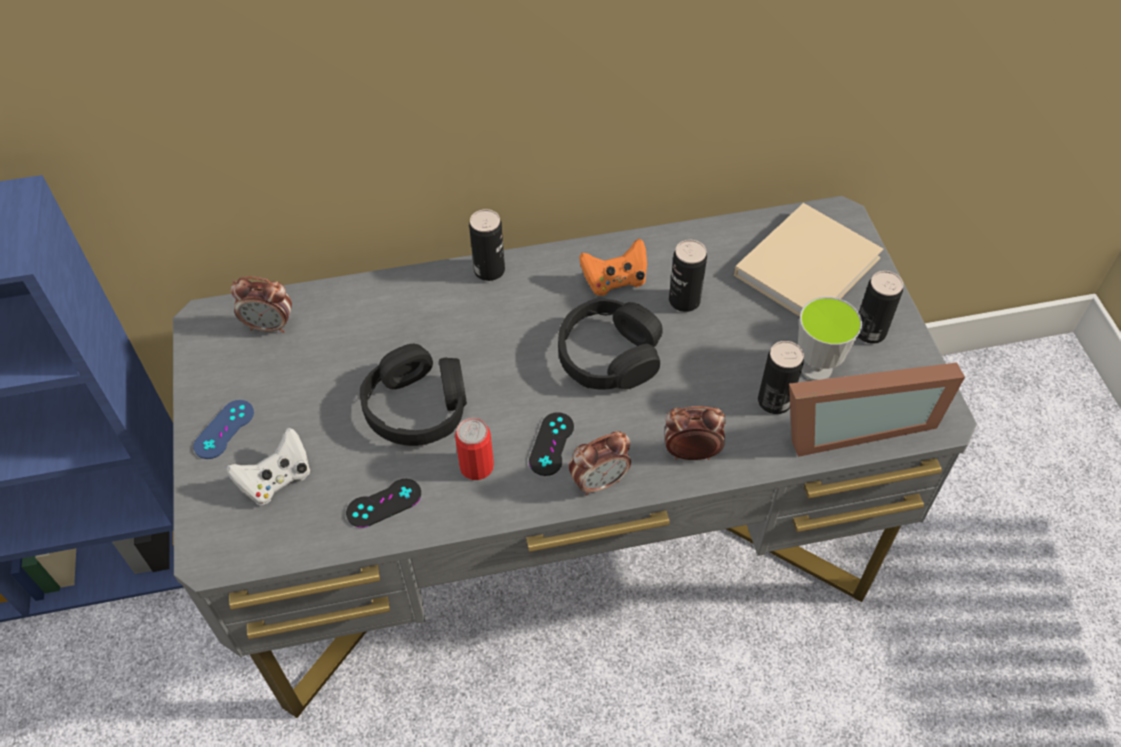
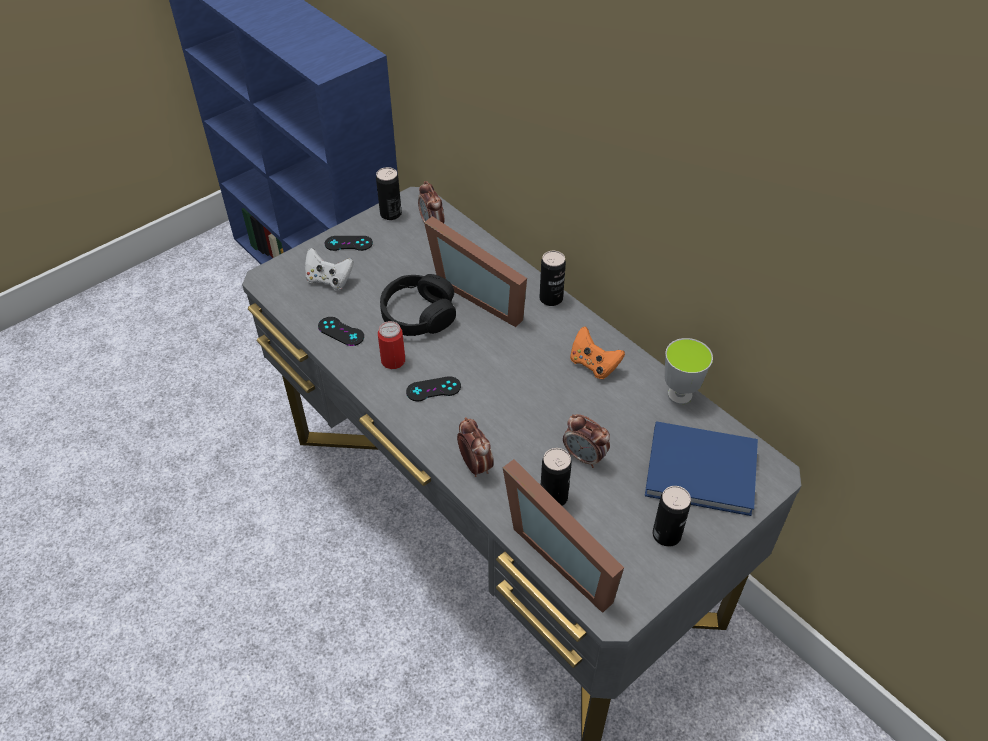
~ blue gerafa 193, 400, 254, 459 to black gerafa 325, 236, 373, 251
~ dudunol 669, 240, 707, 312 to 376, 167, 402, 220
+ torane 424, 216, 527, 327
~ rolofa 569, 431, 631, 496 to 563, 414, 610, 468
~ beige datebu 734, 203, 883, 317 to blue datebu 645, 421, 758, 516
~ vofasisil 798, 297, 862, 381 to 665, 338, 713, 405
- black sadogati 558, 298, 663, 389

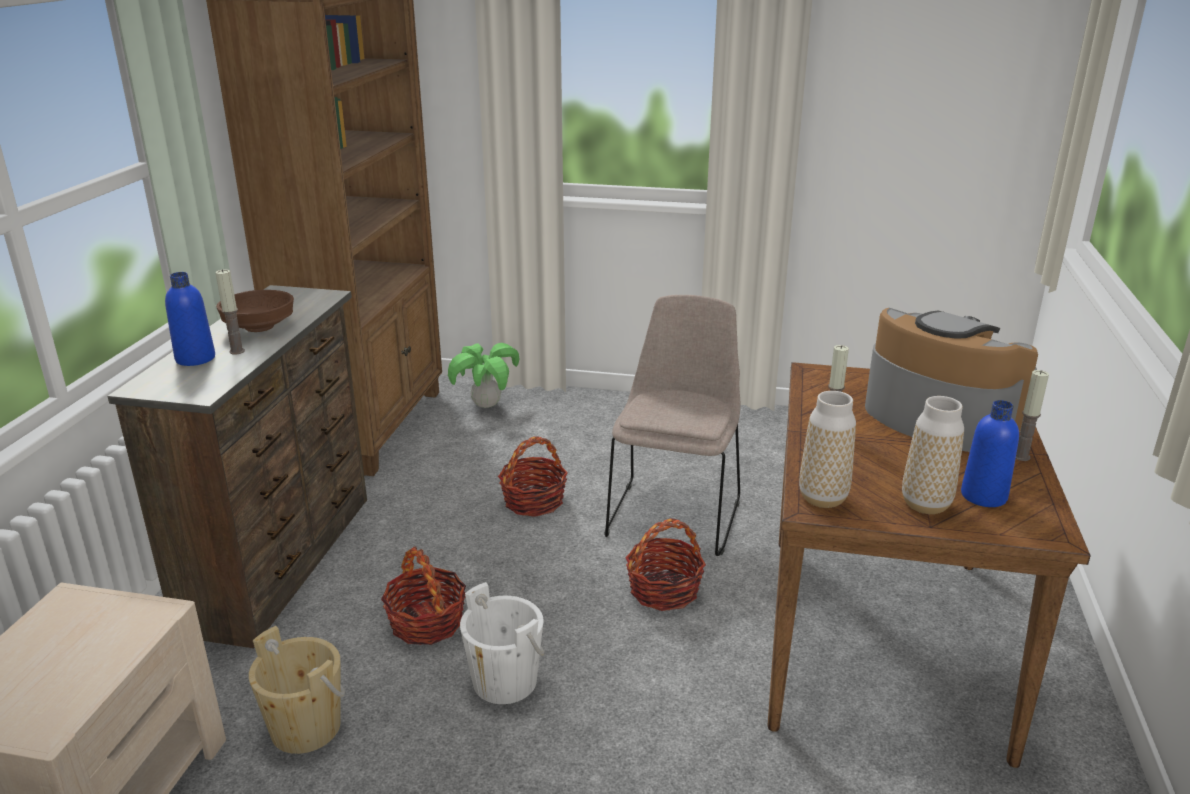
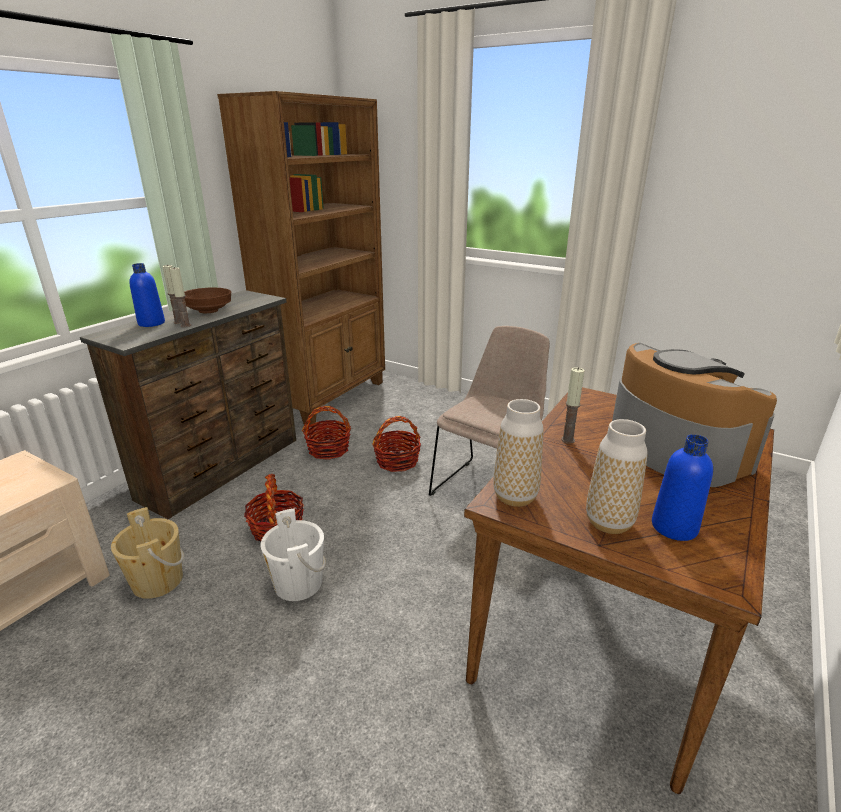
~ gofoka 1016, 370, 1049, 461 to 169, 267, 191, 327
~ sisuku 625, 518, 706, 611 to 302, 406, 351, 460
- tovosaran 448, 343, 520, 408

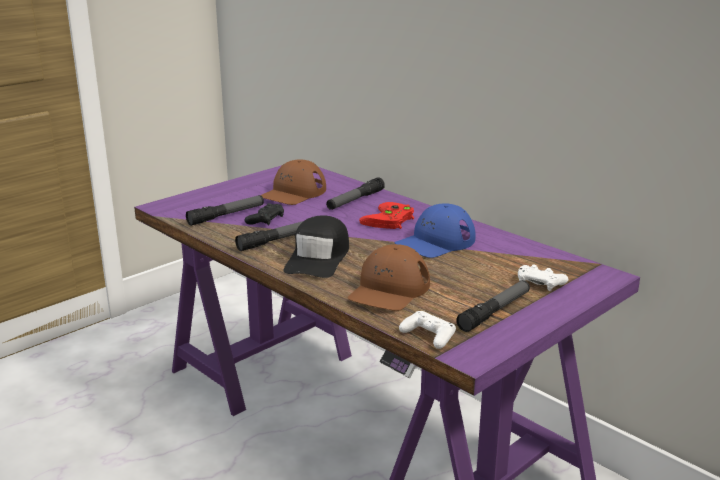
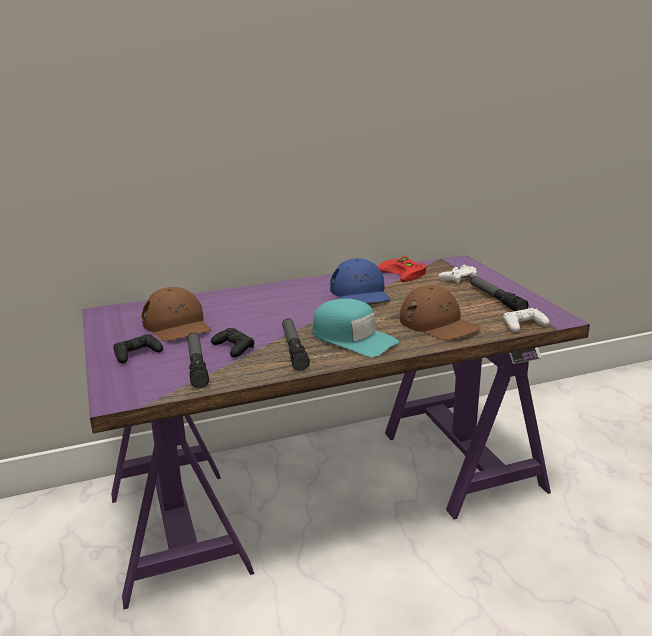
+ black gerafa 114, 334, 163, 364
~ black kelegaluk 284, 215, 349, 278 to turquoise kelegaluk 312, 298, 399, 357
~ red gerafa 359, 202, 414, 229 to 378, 256, 427, 282
- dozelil 326, 177, 385, 210

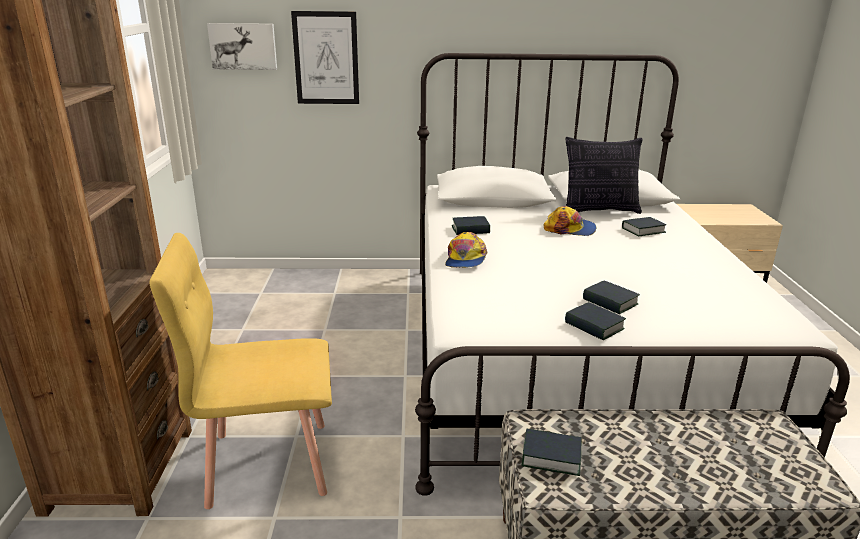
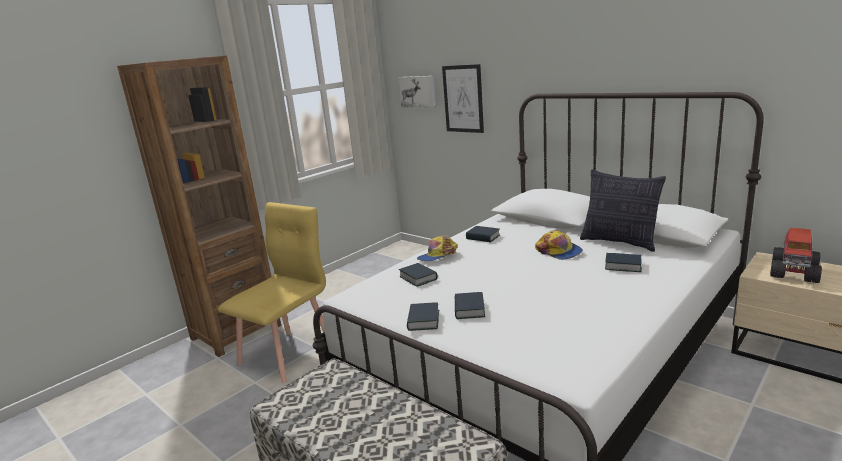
~ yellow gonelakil 149, 233, 332, 509 = 218, 202, 326, 383 90 degrees clockwise
~ datebu 522, 428, 582, 476 to 399, 263, 437, 287
+ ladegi 770, 228, 822, 283

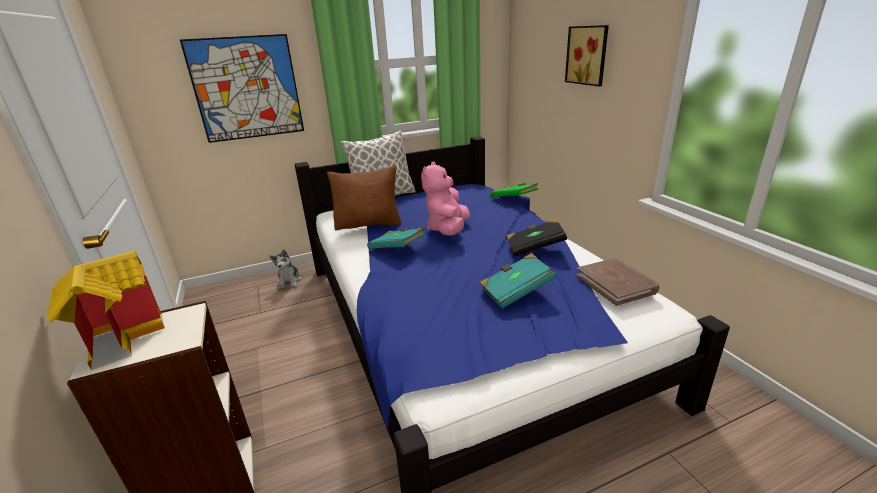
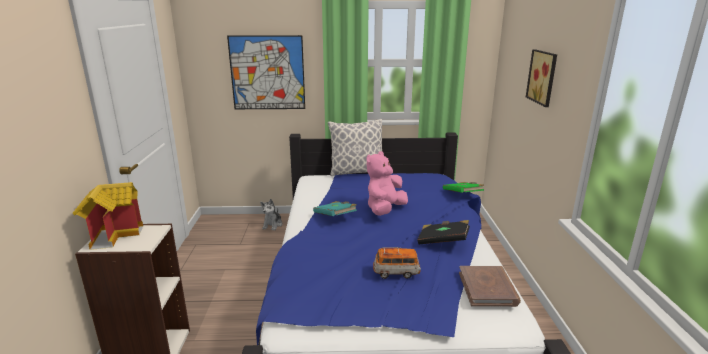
~ turquoise datebu 479, 253, 557, 309 to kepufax 373, 247, 421, 279
- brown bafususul 327, 165, 401, 231

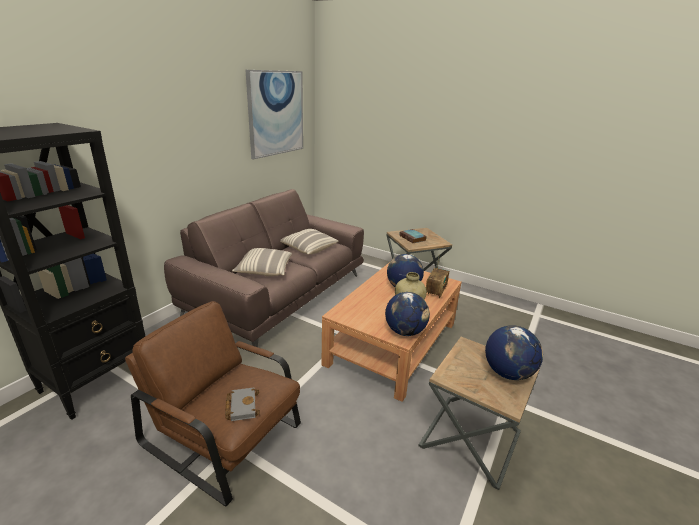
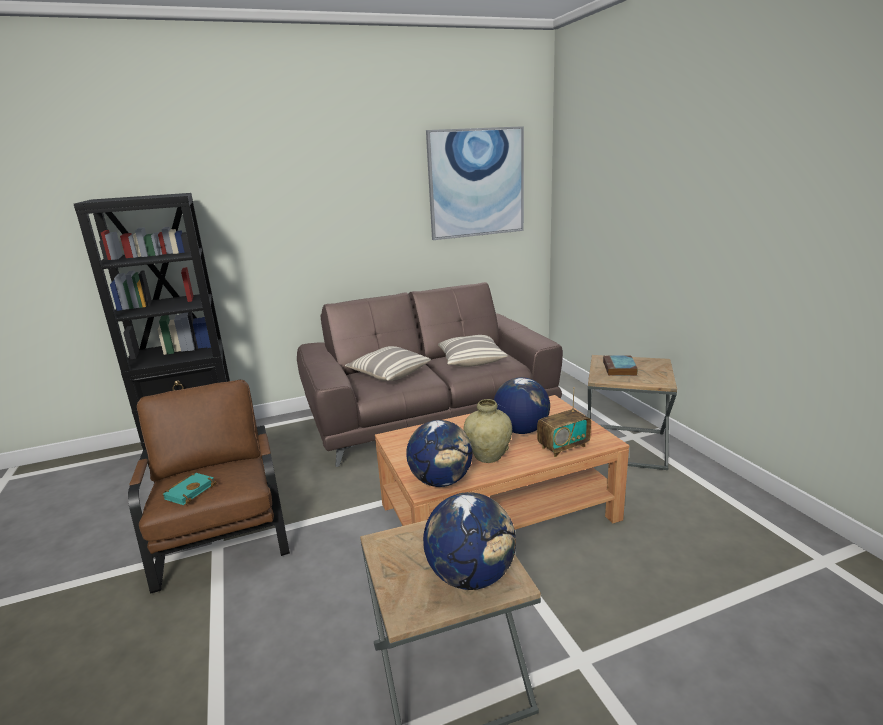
~ grey datebu 225, 387, 260, 421 to turquoise datebu 162, 473, 217, 505

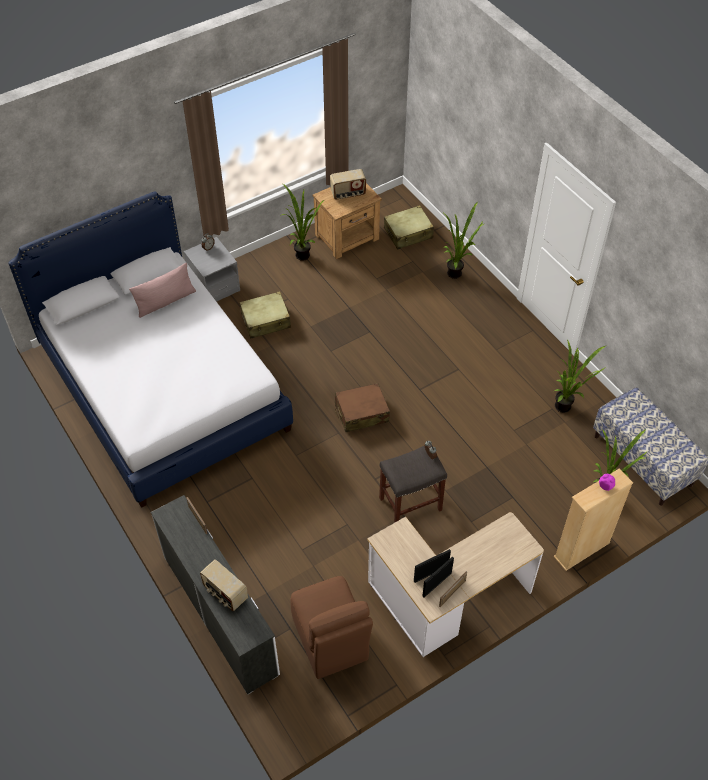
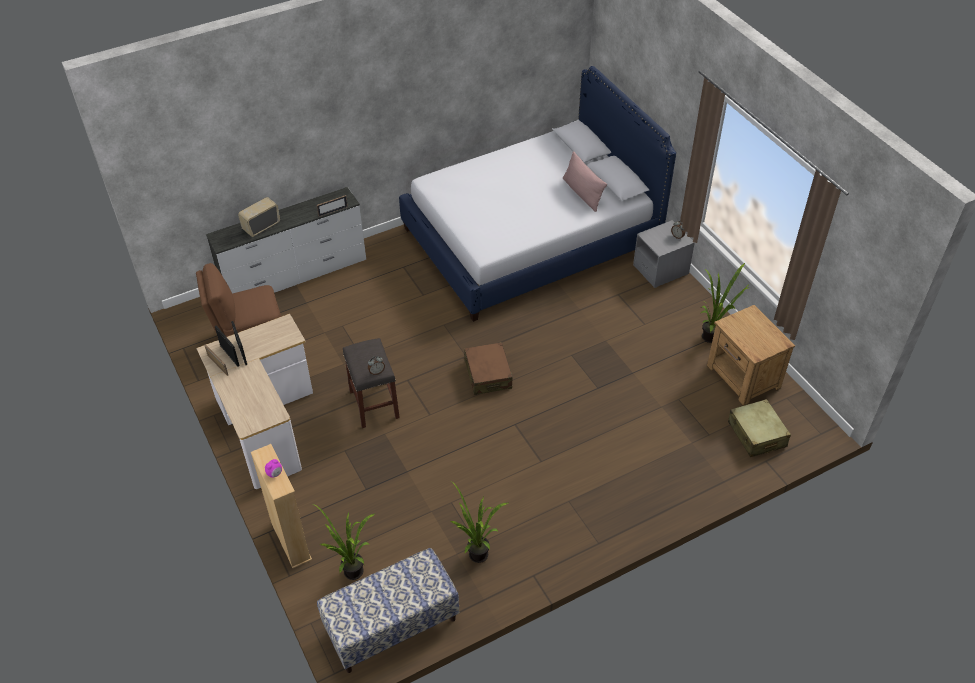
- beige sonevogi 240, 291, 291, 338
- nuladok 330, 169, 366, 200
- tovosaran 442, 202, 484, 279

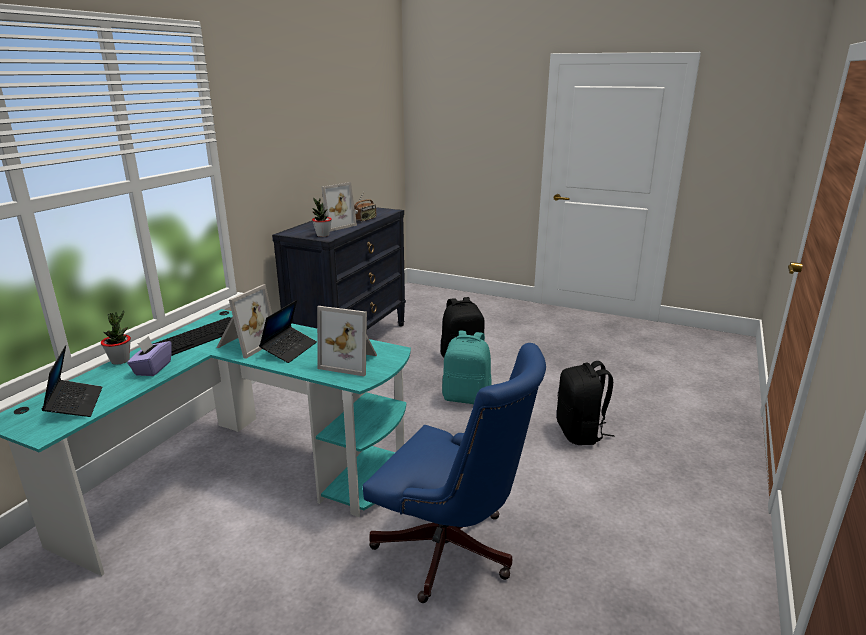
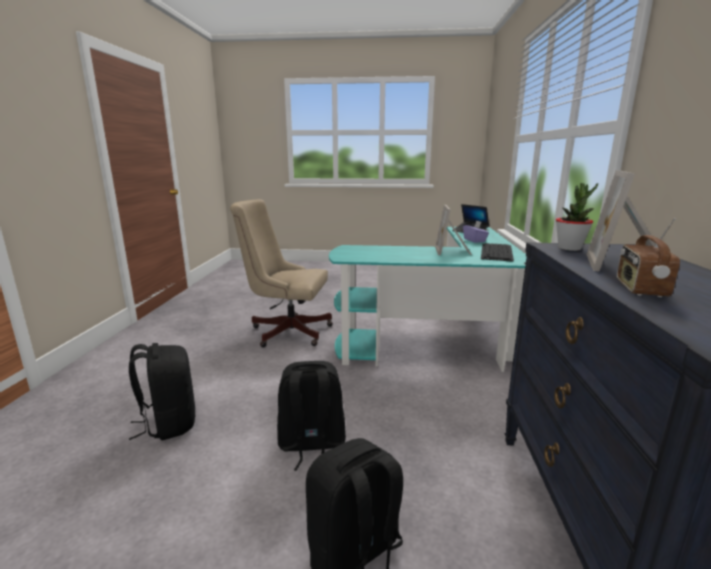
~ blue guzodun 363, 343, 546, 603 to beige guzodun 230, 199, 333, 347
~ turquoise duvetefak 442, 331, 492, 404 to black duvetefak 277, 361, 346, 471
- tovosaran 101, 310, 131, 365
- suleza 259, 300, 317, 363
- torane 317, 306, 377, 376

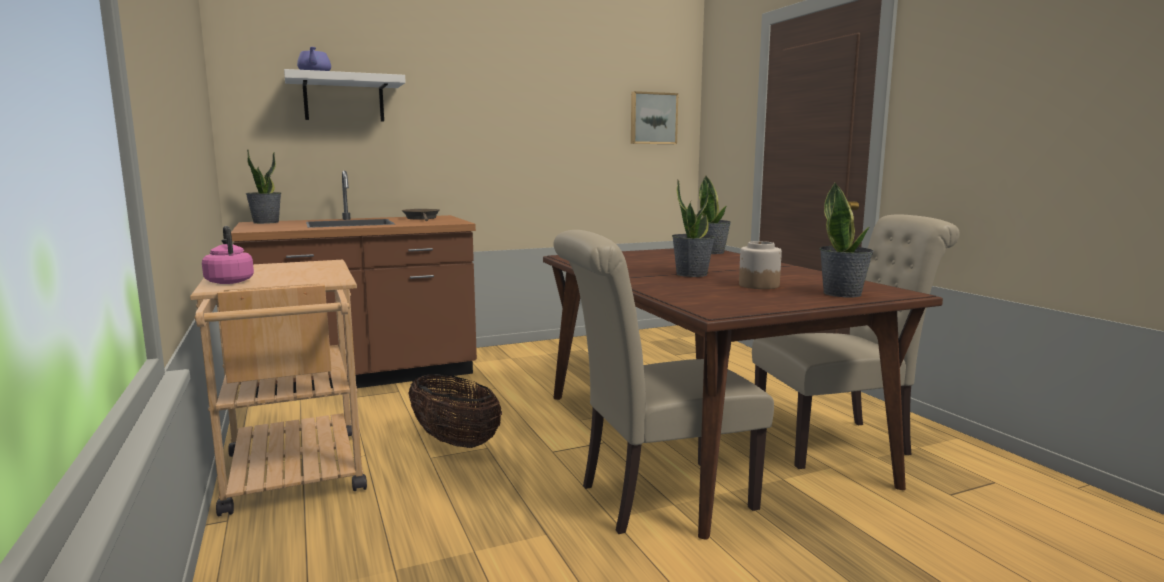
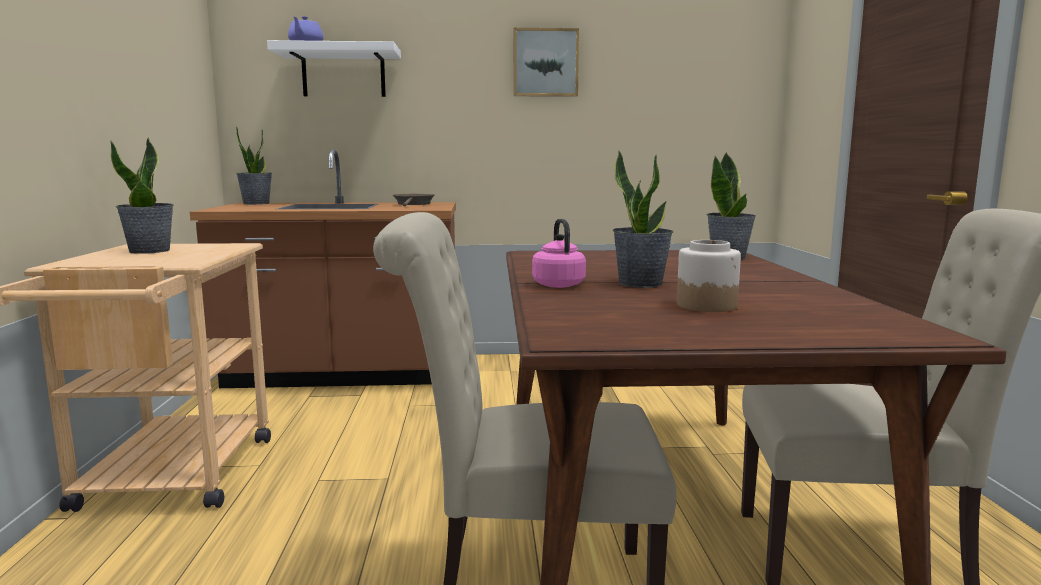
~ tovosaran 820, 182, 874, 297 to 110, 137, 174, 254
~ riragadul 631, 91, 678, 144 to 514, 28, 579, 97
~ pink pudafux 202, 226, 254, 284 to 532, 219, 586, 288
- sisuku 408, 374, 502, 448

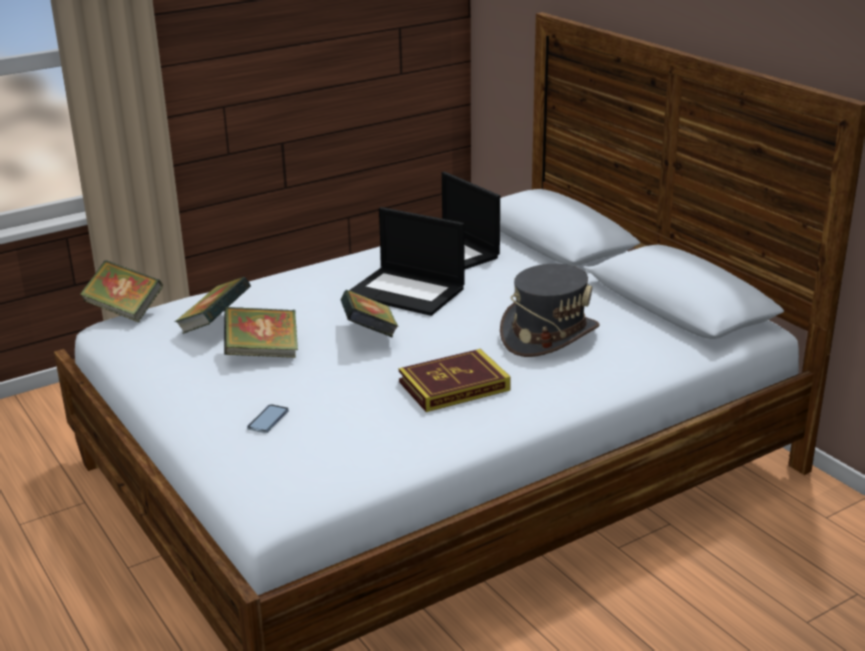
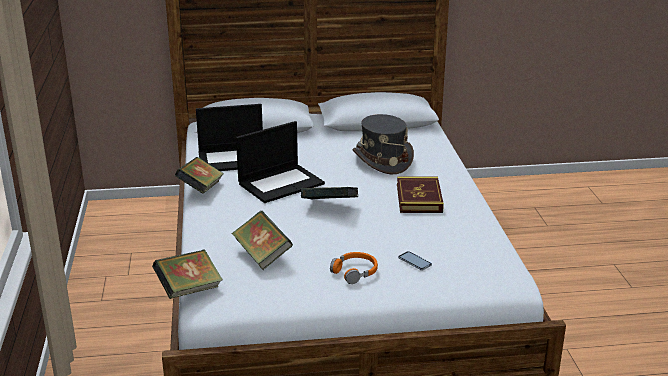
~ datebu 224, 307, 298, 358 to 175, 157, 224, 194
+ orange sadogati 330, 252, 378, 284

